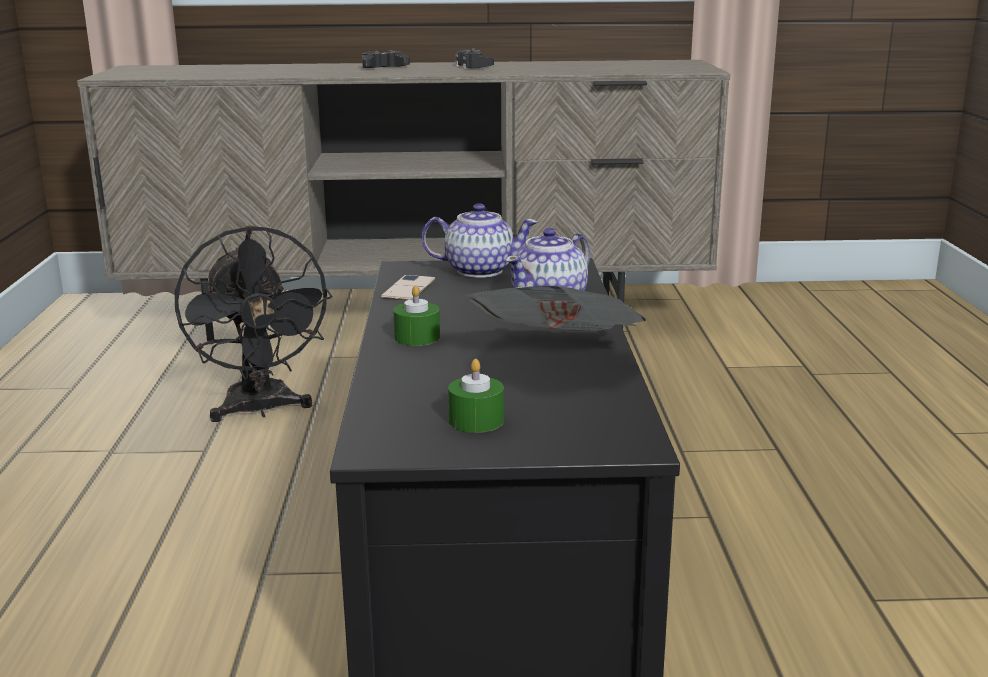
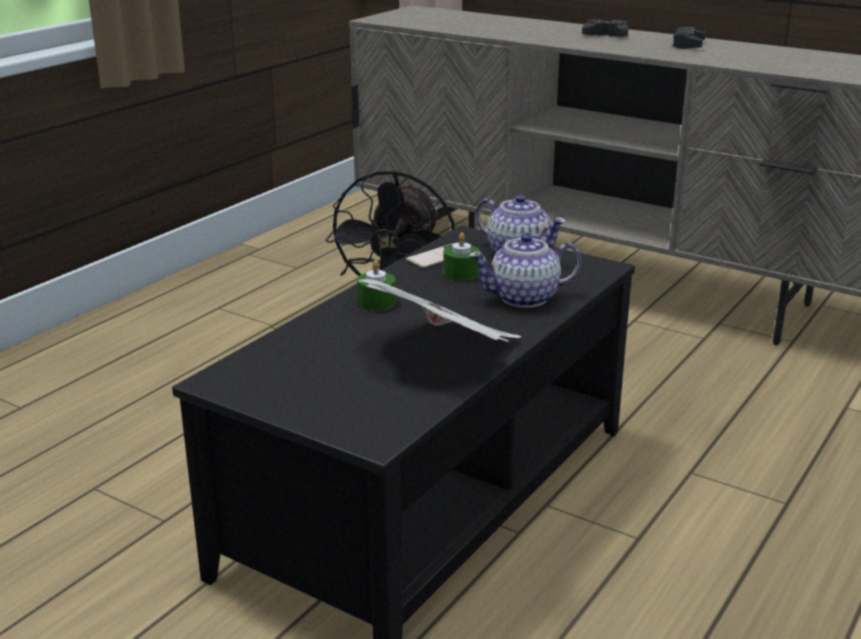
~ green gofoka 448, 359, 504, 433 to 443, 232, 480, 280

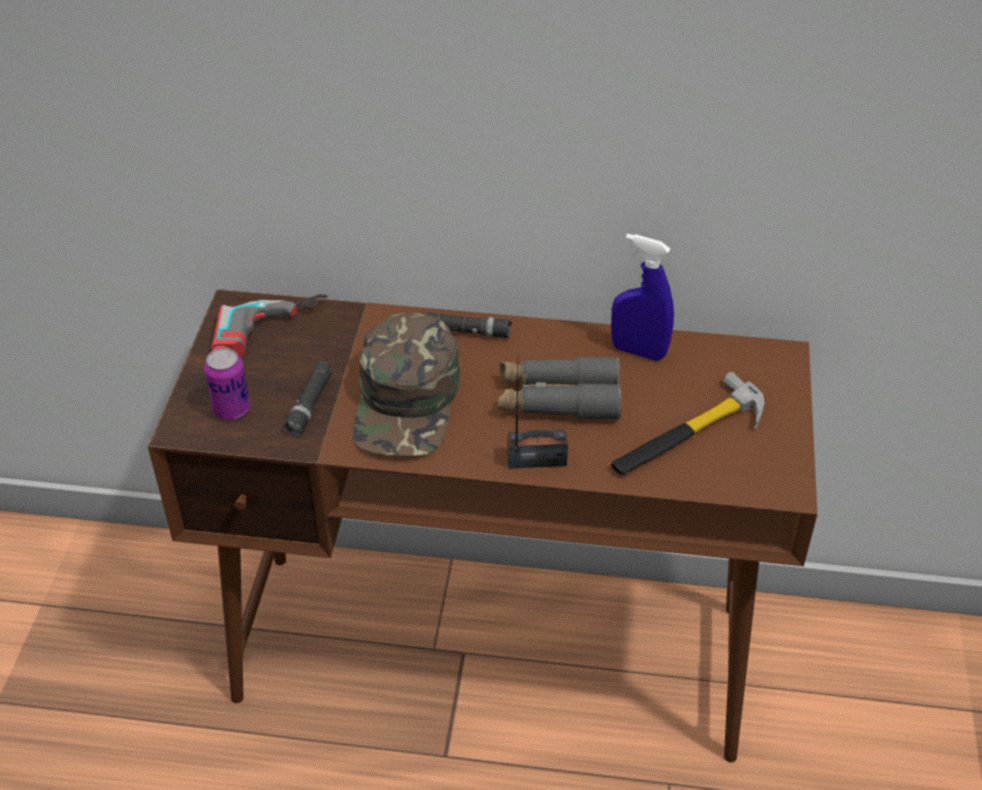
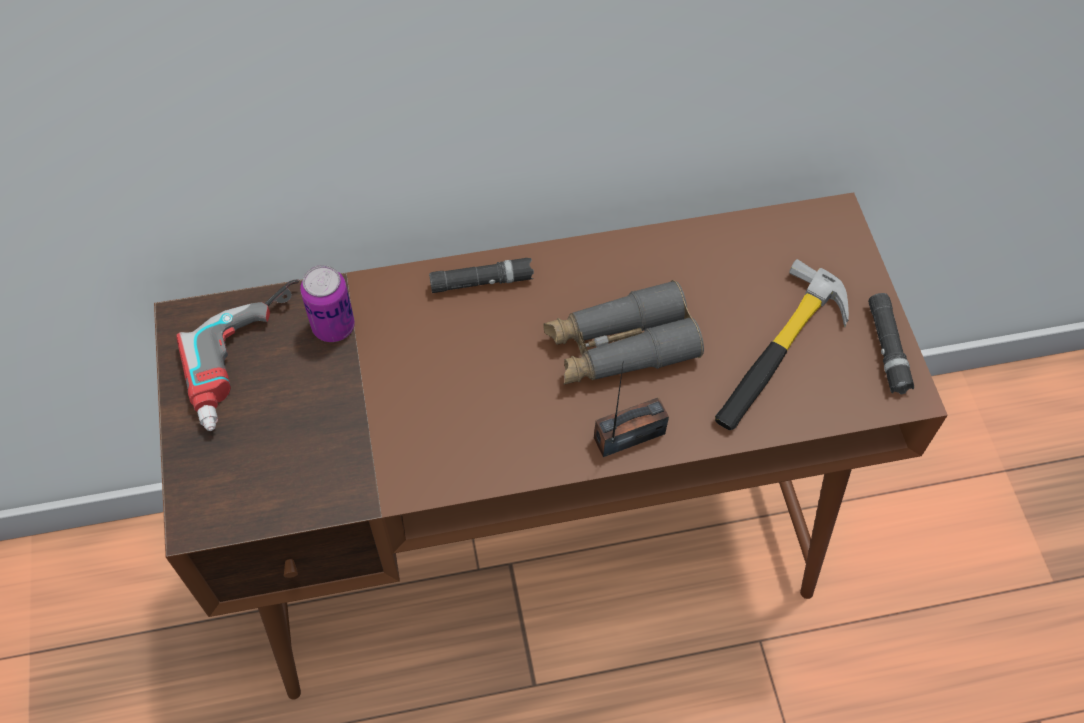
~ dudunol 204, 348, 250, 420 to 300, 265, 355, 342
~ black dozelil 284, 361, 333, 437 to 868, 293, 914, 395
- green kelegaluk 353, 313, 460, 457
- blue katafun 611, 233, 674, 361

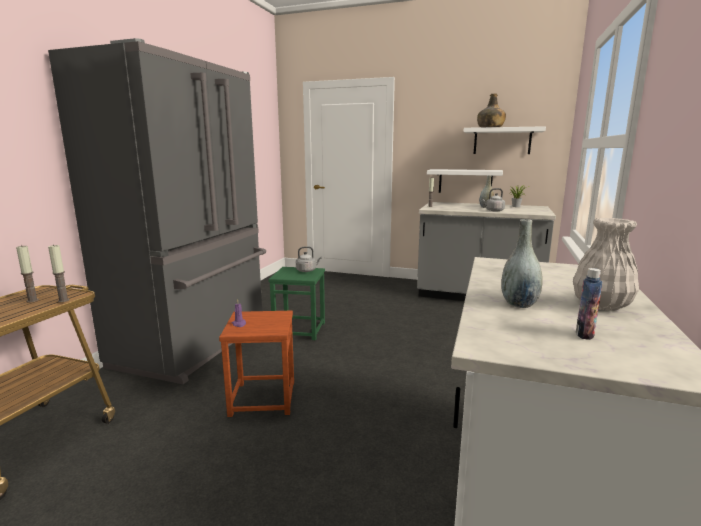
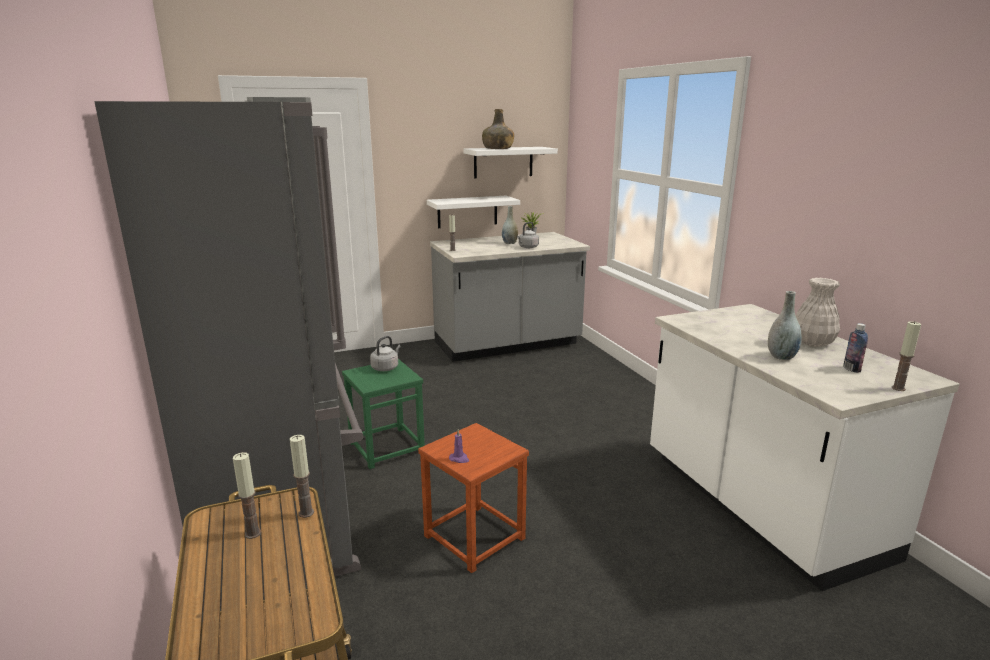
+ gofoka 891, 321, 921, 391

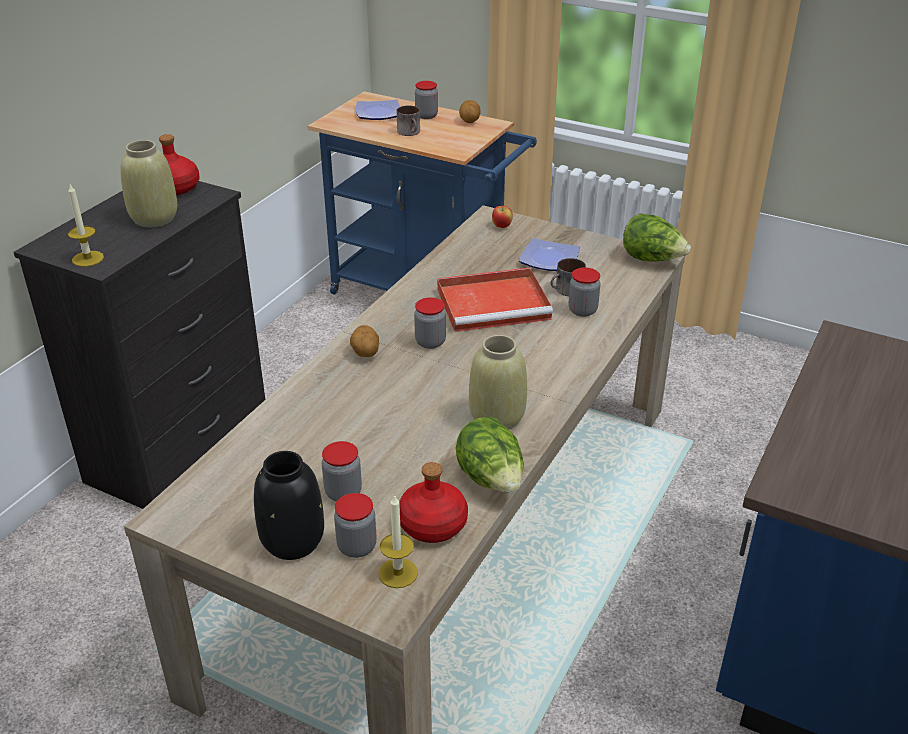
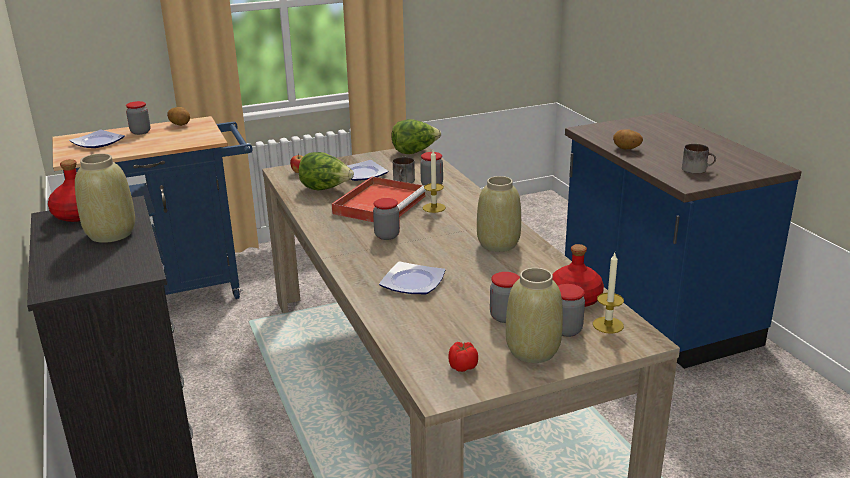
~ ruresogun 456, 417, 524, 493 to 299, 152, 354, 190
+ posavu 379, 261, 445, 294
~ gofoka 68, 184, 104, 267 to 423, 150, 446, 213
+ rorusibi 448, 342, 478, 372
~ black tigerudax 254, 451, 324, 560 to beige tigerudax 506, 268, 563, 363
~ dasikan 350, 325, 379, 357 to 613, 129, 643, 149
~ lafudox 397, 105, 420, 136 to 682, 144, 716, 174

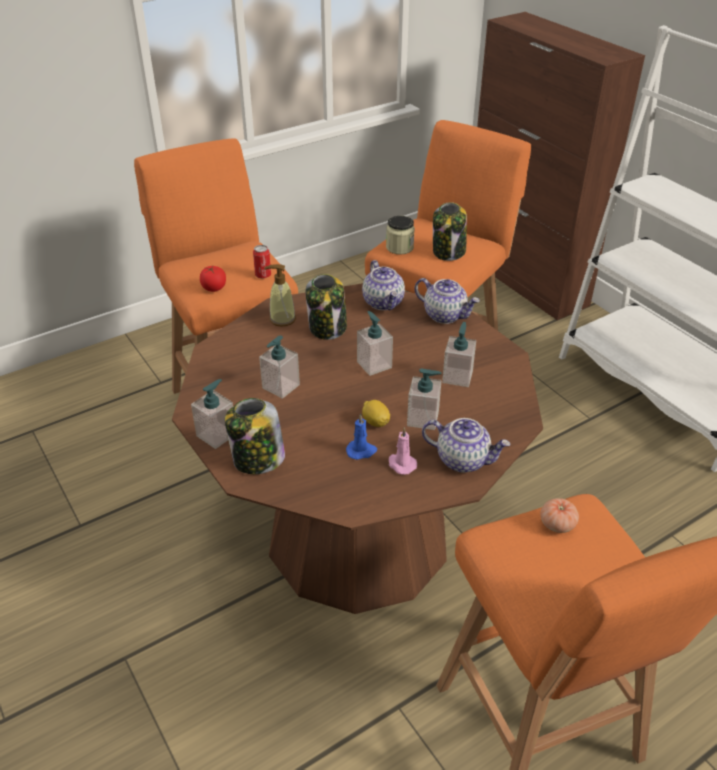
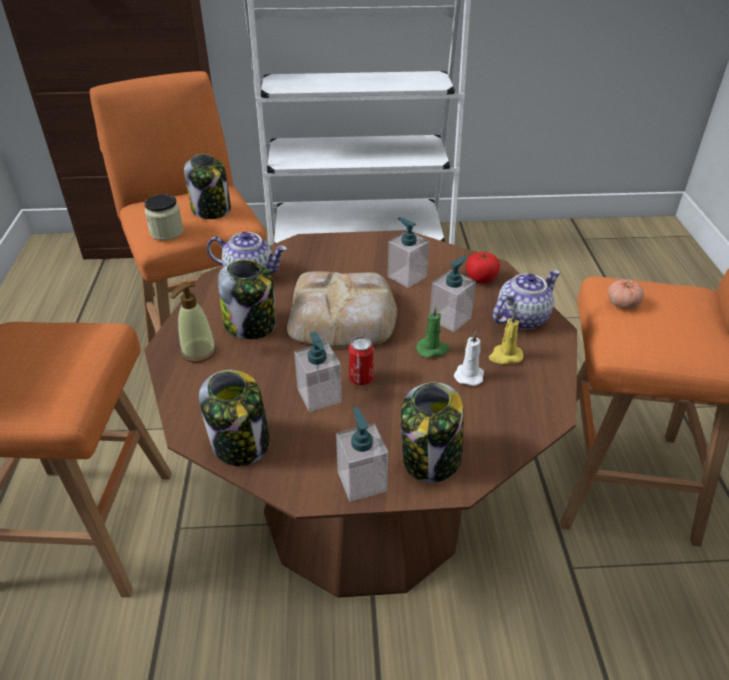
+ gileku 199, 370, 270, 466
~ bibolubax 357, 311, 393, 376 to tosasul 287, 272, 397, 347
~ dudunol 253, 245, 271, 279 to 349, 336, 374, 385
~ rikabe 362, 400, 390, 427 to green gofoka 416, 305, 450, 358
~ blue gofoka 346, 414, 377, 460 to white gofoka 454, 331, 484, 386
~ rorusibi 200, 266, 226, 292 to 466, 252, 500, 284
~ pink gofoka 389, 427, 417, 475 to yellow gofoka 489, 312, 524, 364
- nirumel 415, 278, 480, 324

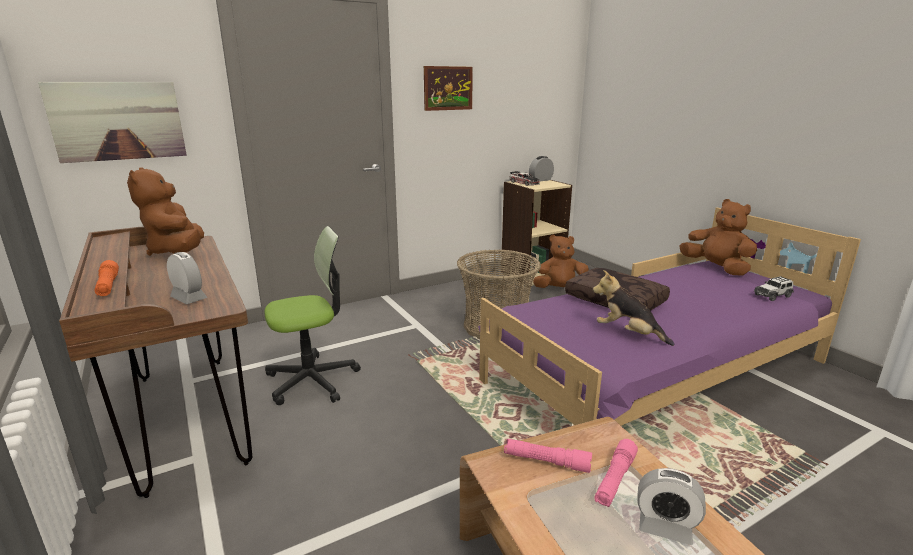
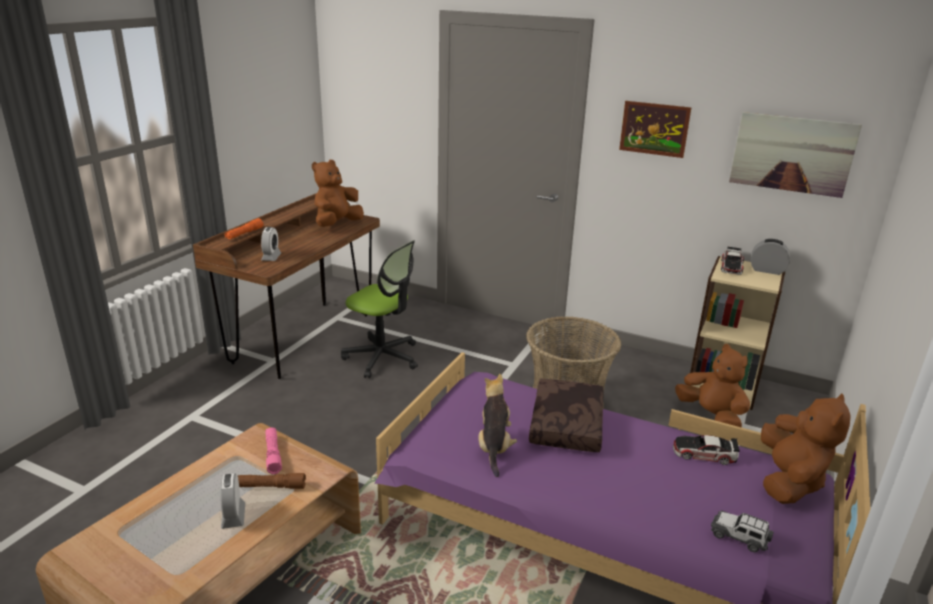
~ pink dozelil 594, 439, 638, 507 to brown dozelil 238, 473, 306, 489
+ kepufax 673, 434, 740, 465
~ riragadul 38, 82, 187, 163 to 729, 112, 862, 198

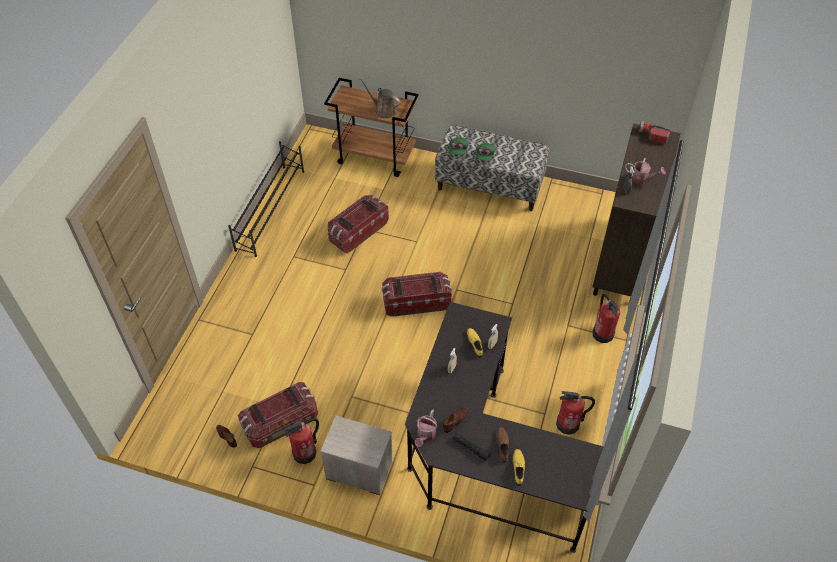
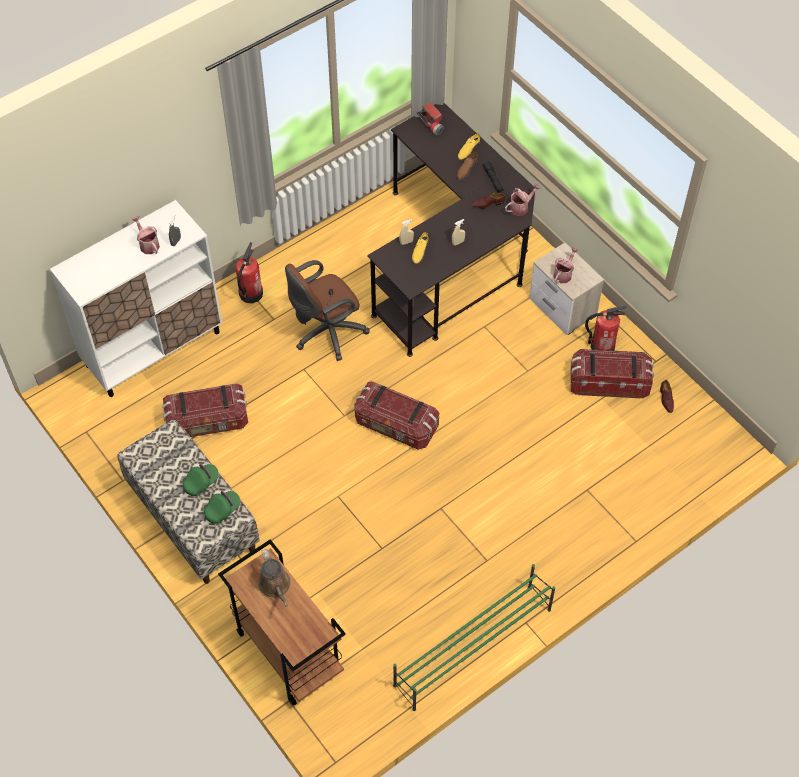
~ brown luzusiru 592, 123, 681, 302 to white luzusiru 50, 200, 222, 397
~ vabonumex 328, 195, 389, 253 to 162, 383, 248, 437
+ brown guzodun 285, 260, 370, 361
~ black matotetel 228, 141, 304, 257 to green matotetel 393, 564, 555, 711
~ dozelil 639, 121, 670, 144 to 417, 103, 444, 135
+ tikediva 553, 247, 578, 283
- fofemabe 556, 391, 595, 435

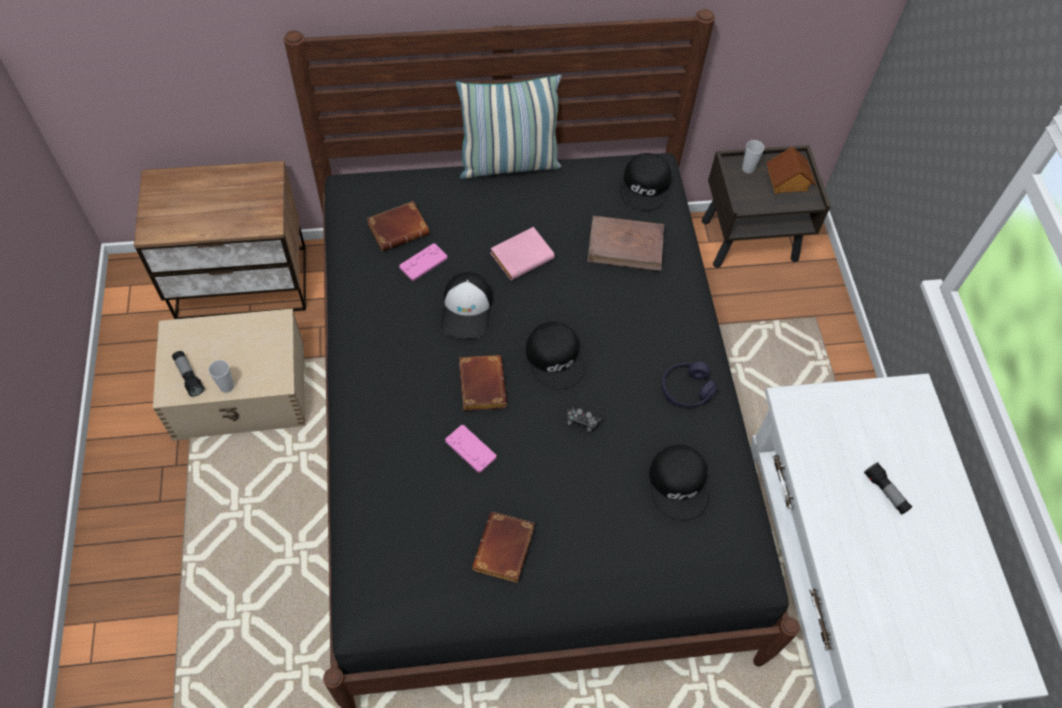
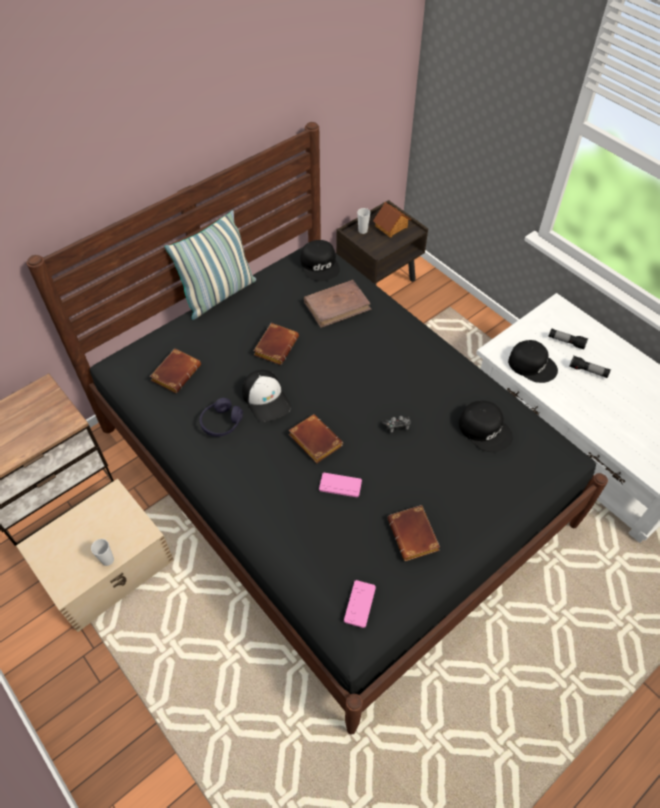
~ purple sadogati 661, 362, 718, 408 to 200, 398, 243, 437
~ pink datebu 490, 227, 555, 281 to brown datebu 254, 323, 299, 365
~ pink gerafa 399, 243, 448, 281 to 344, 580, 376, 628
~ black kelegaluk 526, 321, 585, 389 to 508, 340, 558, 383
~ dozelil 172, 351, 204, 397 to 548, 328, 588, 350

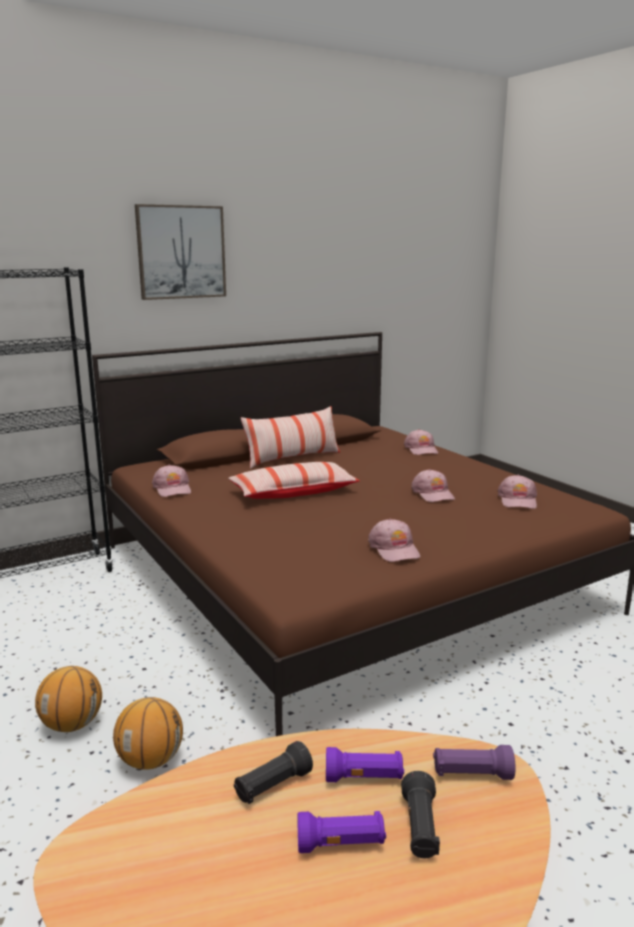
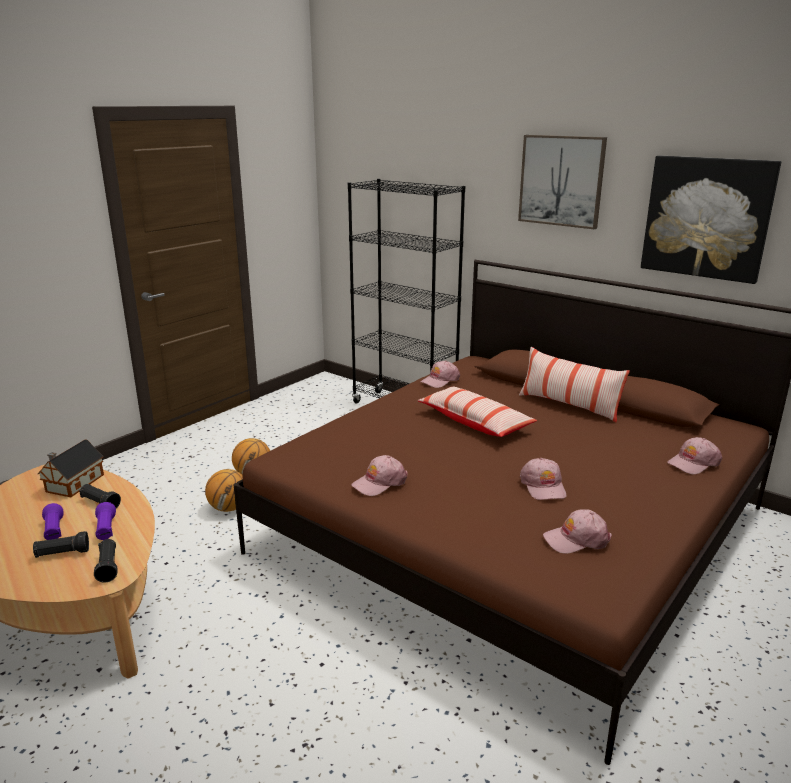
+ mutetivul 38, 439, 104, 497
~ purple dozelil 433, 745, 516, 780 to black dozelil 94, 539, 118, 583
~ pink kelegaluk 412, 469, 455, 502 = 520, 458, 567, 500 60 degrees counterclockwise
+ riragadul 641, 156, 781, 284

